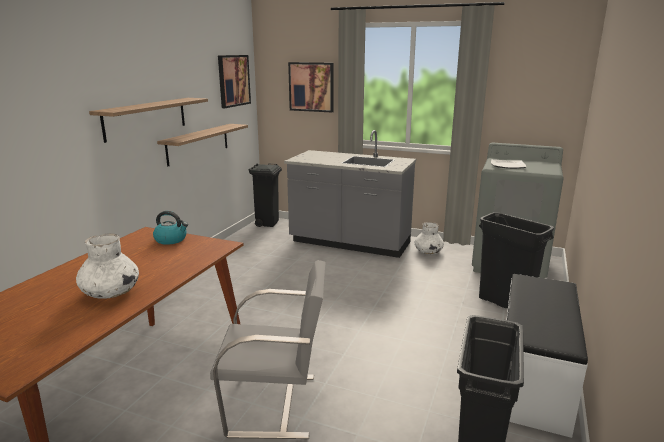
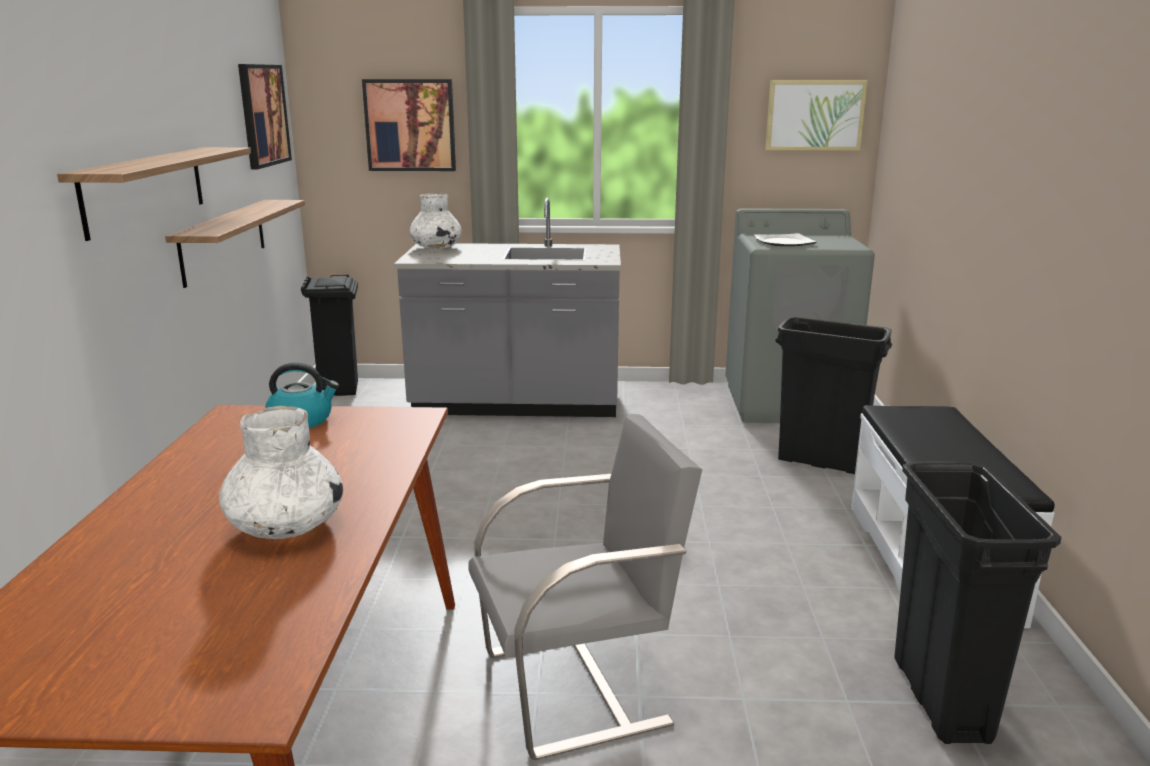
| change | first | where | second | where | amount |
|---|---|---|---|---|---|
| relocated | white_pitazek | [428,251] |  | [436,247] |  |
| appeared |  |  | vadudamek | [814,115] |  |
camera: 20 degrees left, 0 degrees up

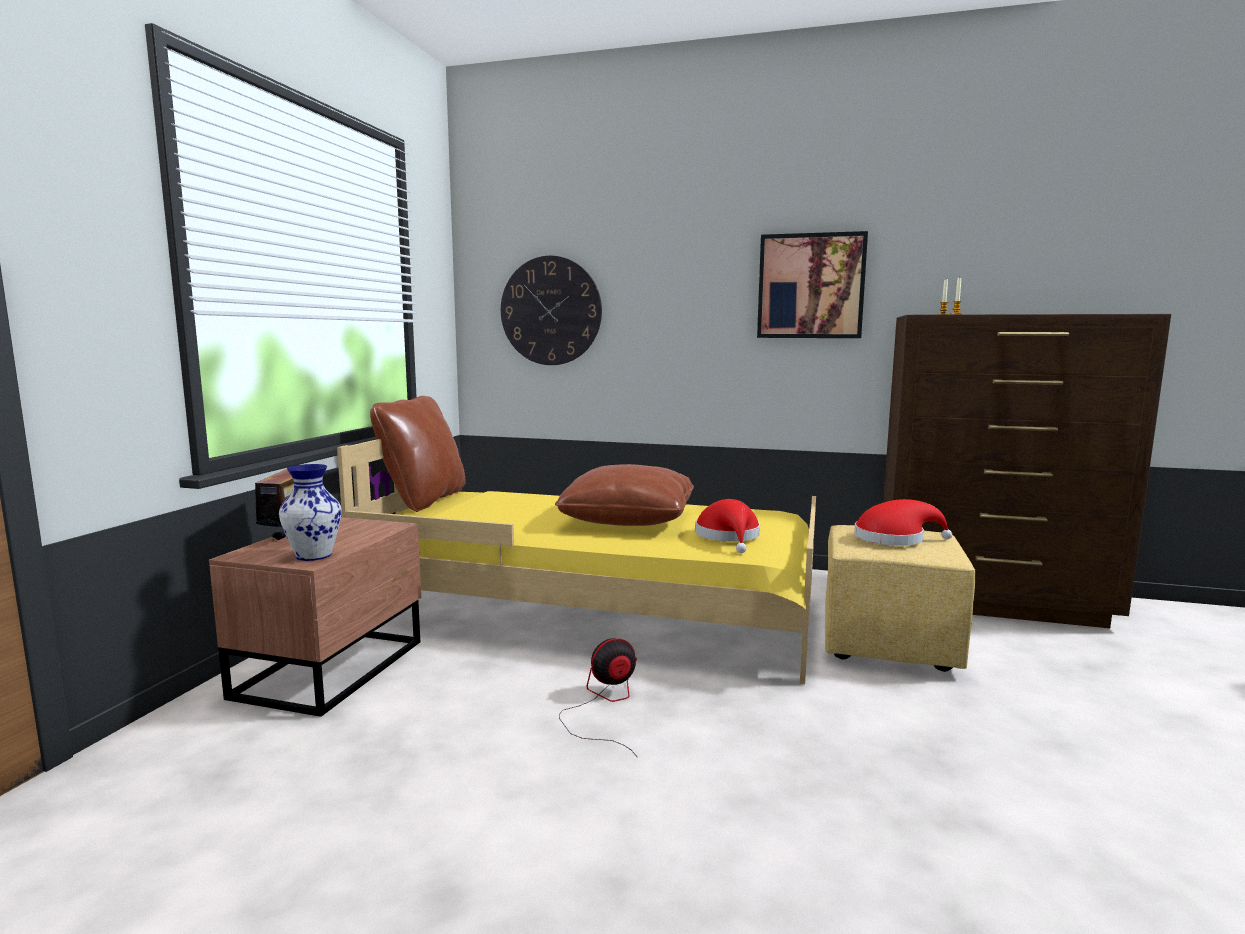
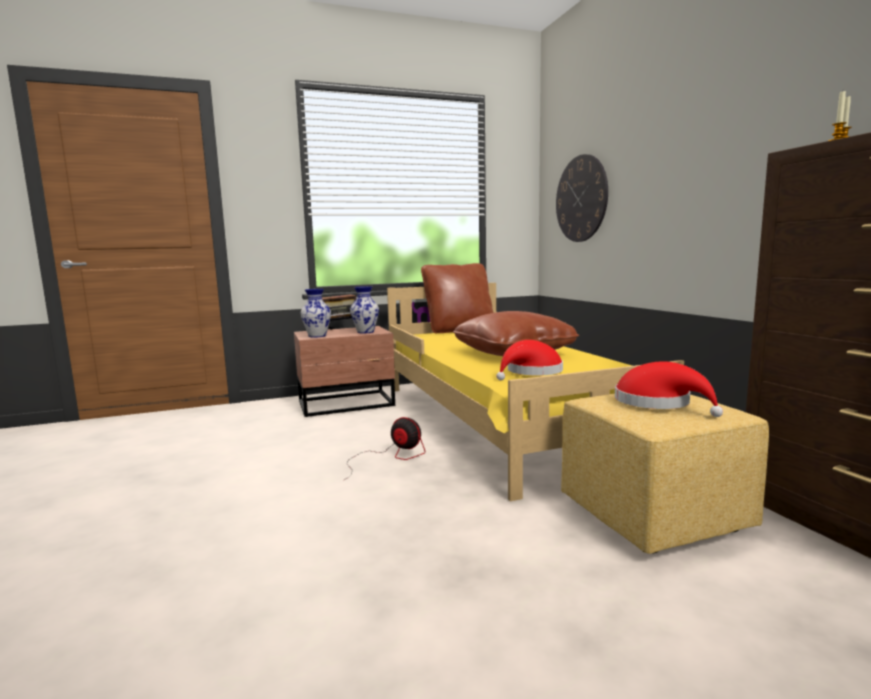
| change | first | where | second | where | amount |
|---|---|---|---|---|---|
| missing | vadudamek | [810,286] |  |  |  |
| appeared |  |  | pitazek | [365,332] |  |
camera: 55 degrees right, 0 degrees up

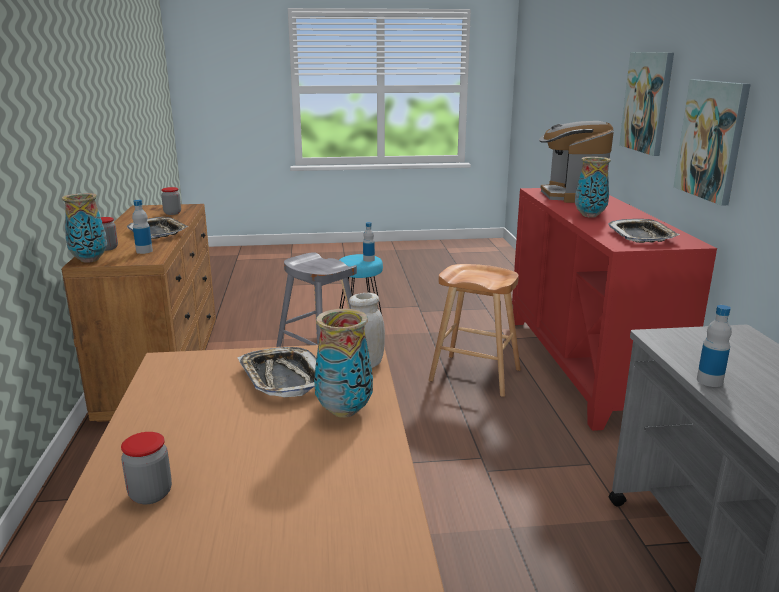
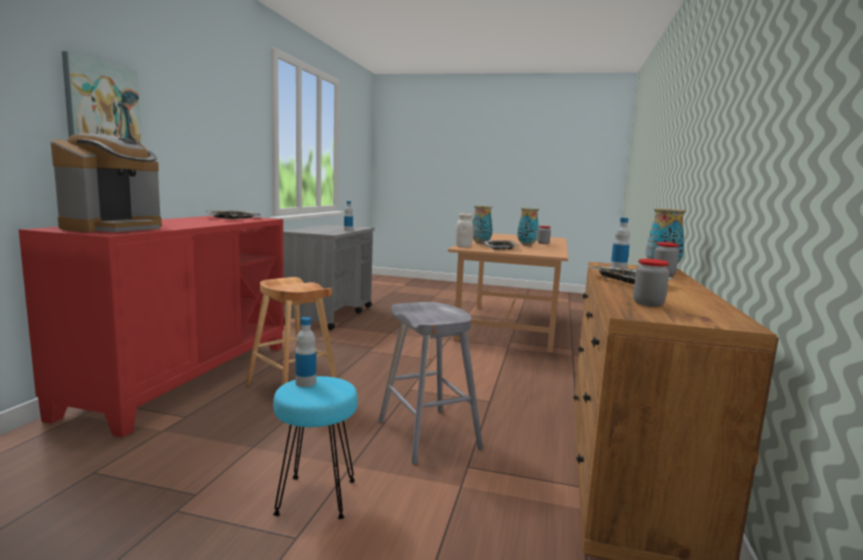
| change | first | where | second | where | amount |
|---|---|---|---|---|---|
| relocated | pitazek | [590,215] |  | [526,245] |  |
| missing | vadudamek | [712,140] |  |  |  |
camera: 160 degrees left, 10 degrees down

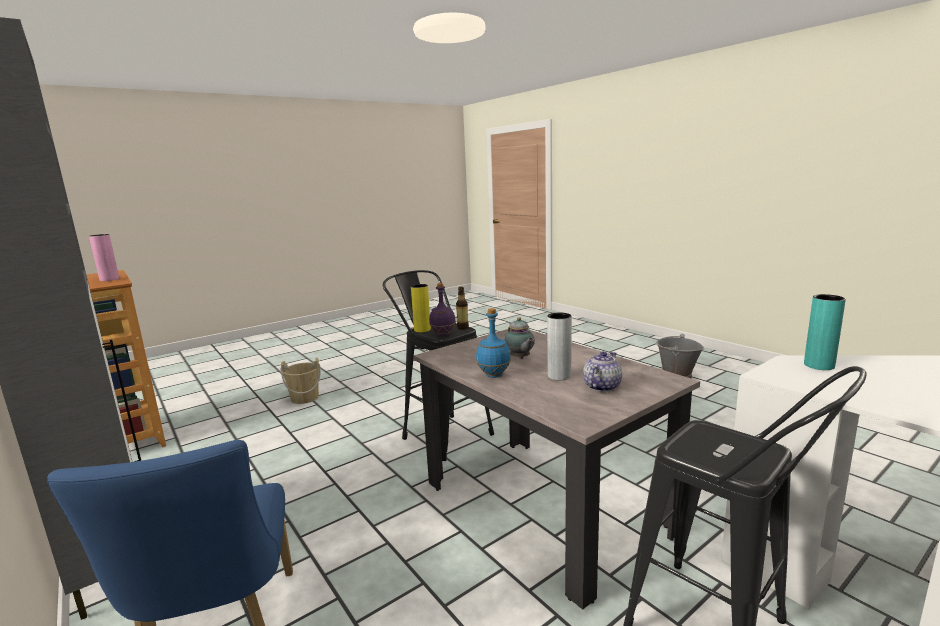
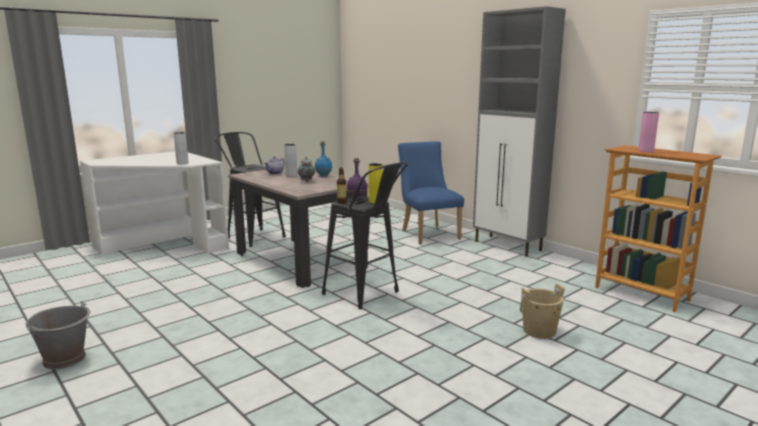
| change | first | where | second | where | amount |
|---|---|---|---|---|---|
| colour | turquoise_pitazek | [819,365] | grey_pitazek | [182,163] |  |
camera: 175 degrees right, 0 degrees up

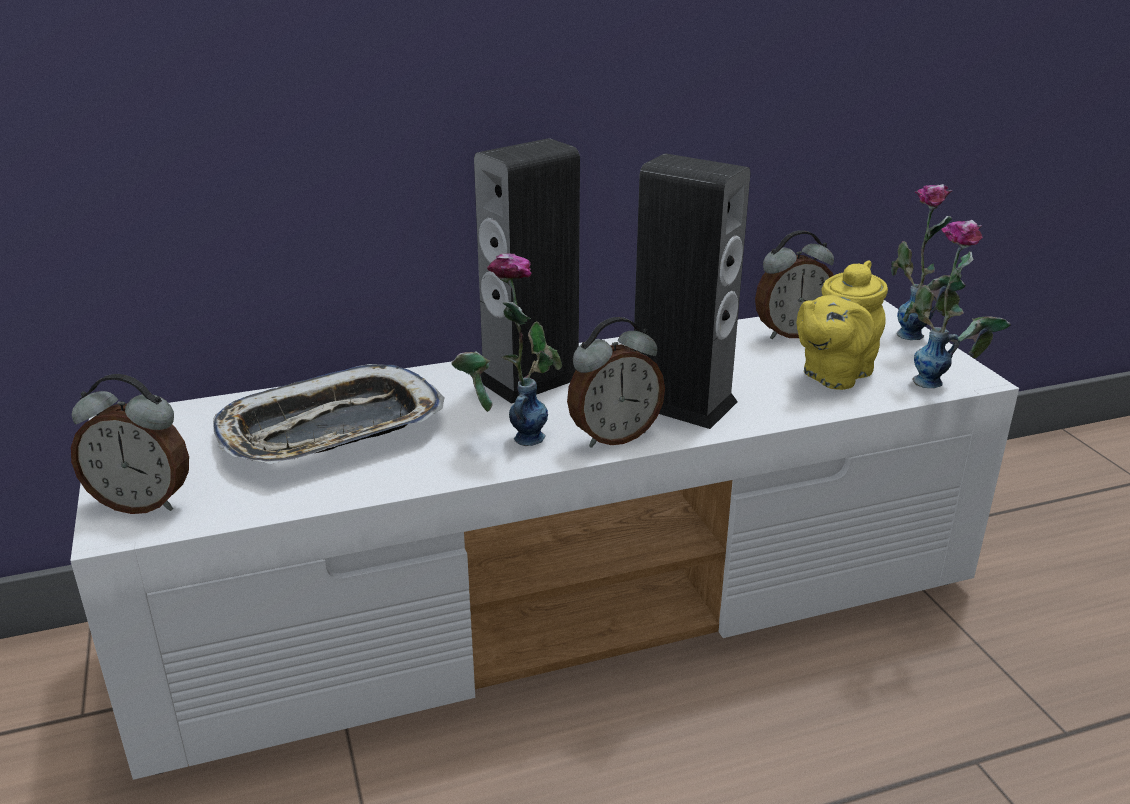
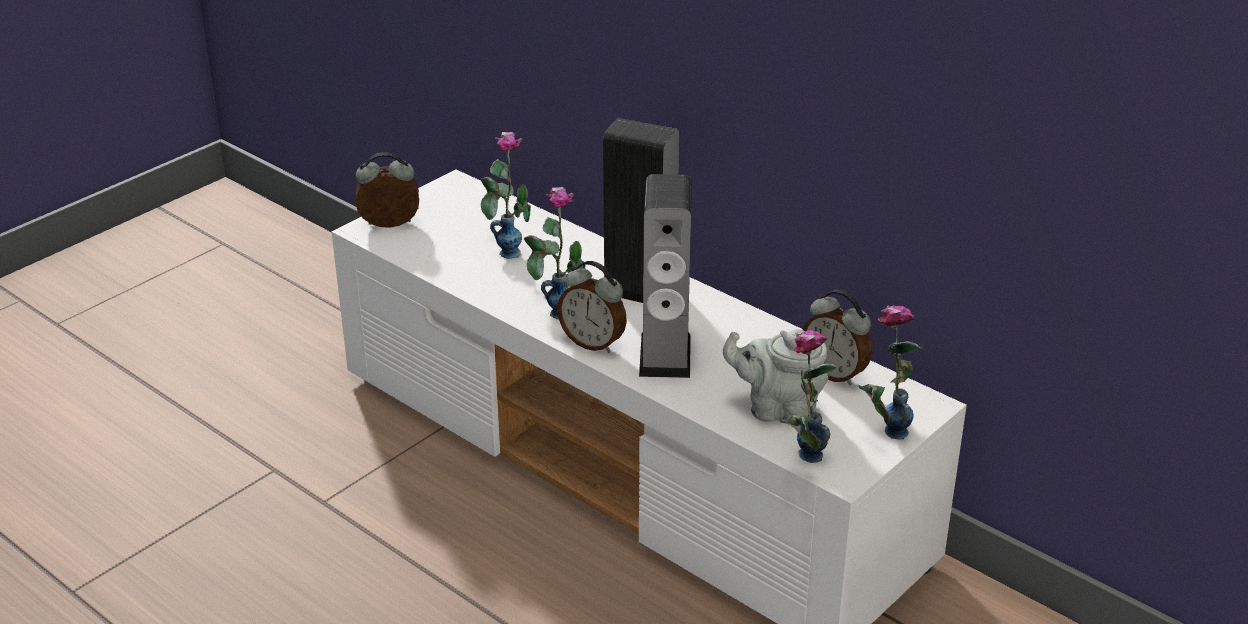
| change | first | where | second | where | amount |
|---|---|---|---|---|---|
| spun | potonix | [143,503] |  | [389,226] | 105 degrees clockwise |
| exchanged | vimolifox | [330,430] | pitazek | [507,246] |  |
| colour | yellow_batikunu | [833,375] | grey_batikunu | [777,409] |  |
camera: 60 degrees right, 5 degrees up

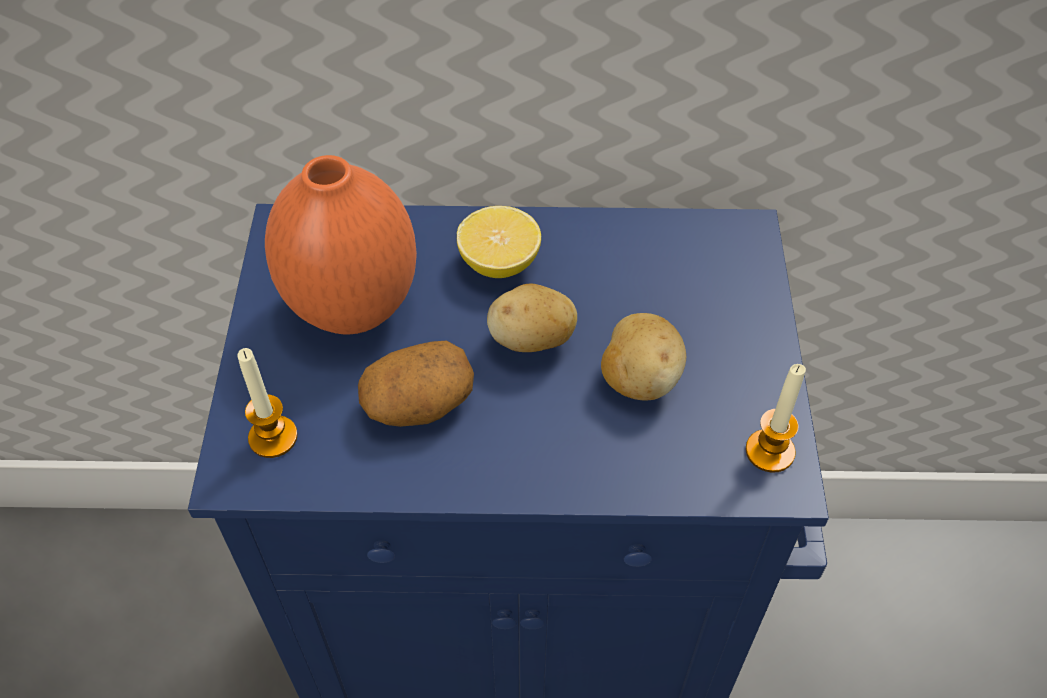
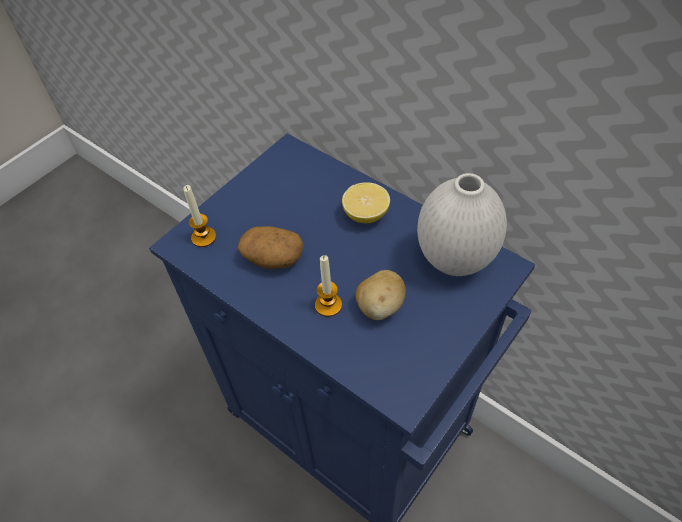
| change | first | where | second | where | amount |
|---|---|---|---|---|---|
| missing | orange_pitazek | [352,308] |  |  |  |
| missing | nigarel | [532,341] |  |  |  |
| relocated | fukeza | [770,451] |  | [328,305] |  |
| appeared |  |  | white_pitazek | [454,259] |  |
camera: 40 degrees right, 0 degrees up

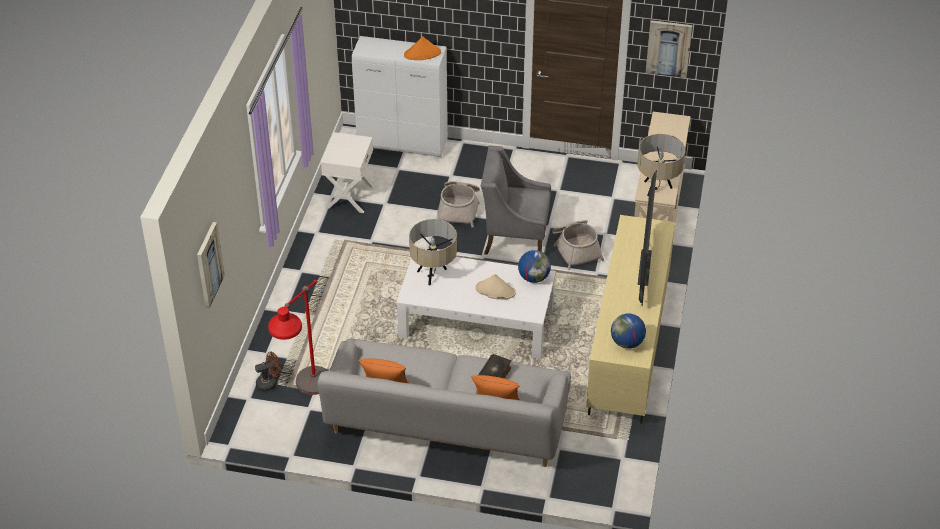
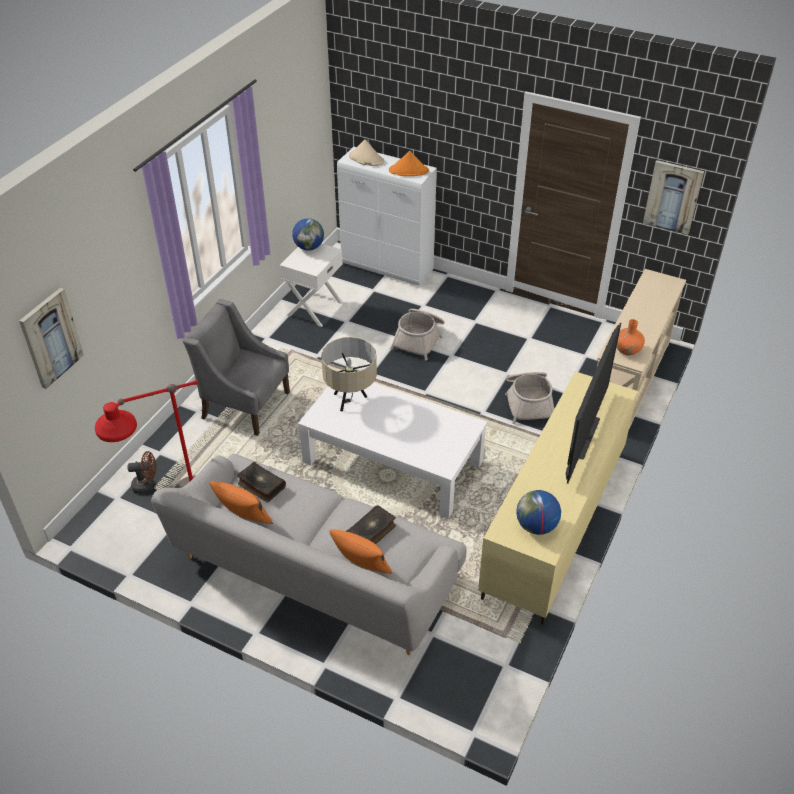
| change | first | where | second | where | amount |
|---|---|---|---|---|---|
| relocated | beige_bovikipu | [495,290] |  | [366,159] |  |
| relocated | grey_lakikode | [514,236] |  | [245,404] |  |
| relocated | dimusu | [534,278] |  | [309,247] |  |
| exchanged | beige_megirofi | [657,189] | orange_pitazek | [627,350] |  |
| appeared |  |  | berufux | [261,486] |  |
camera: 15 degrees right, 0 degrees up

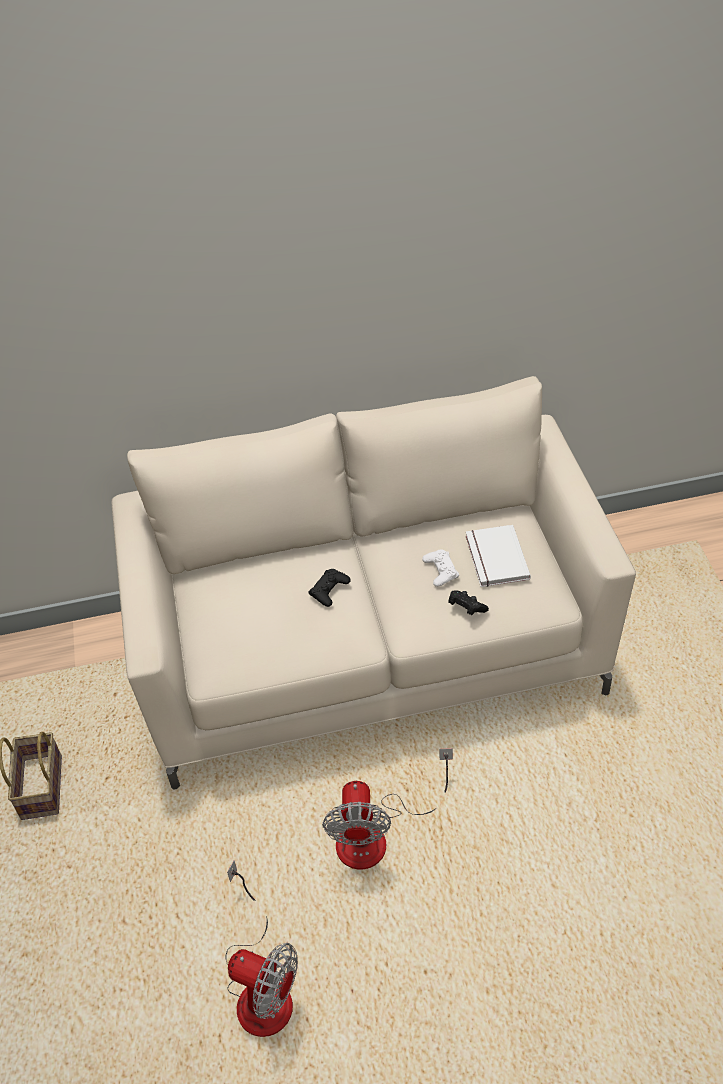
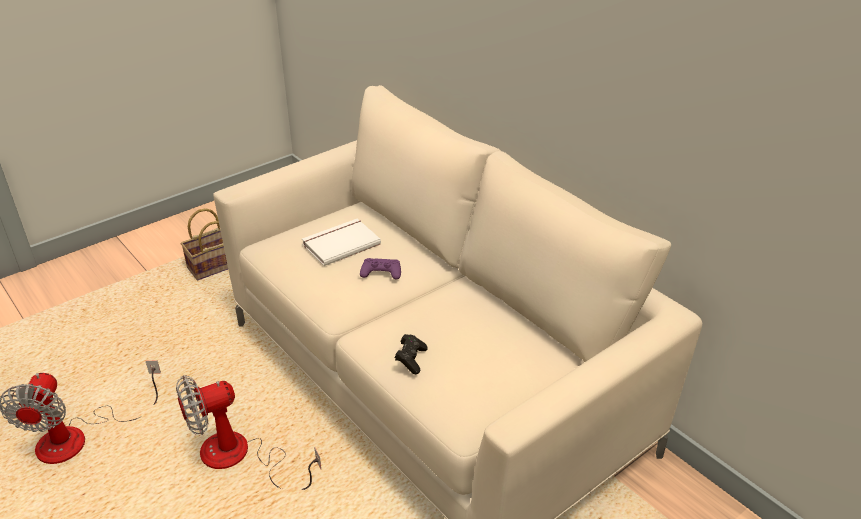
| change | first | where | second | where | amount |
|---|---|---|---|---|---|
| colour | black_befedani | [329,590] | purple_befedani | [381,272] |  |
| missing | white_befedani | [440,571] |  |  |  |
| relocated | white_berufux | [494,558] |  | [340,243] |  |
camera: 60 degrees right, 10 degrees down

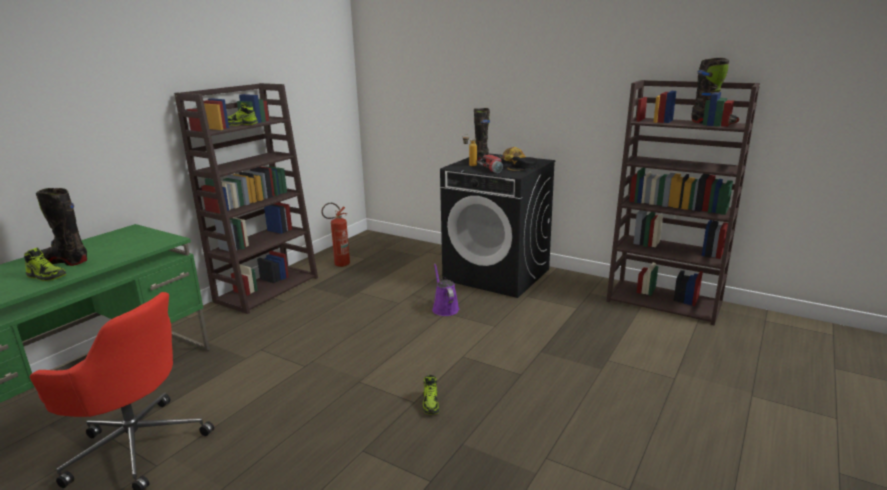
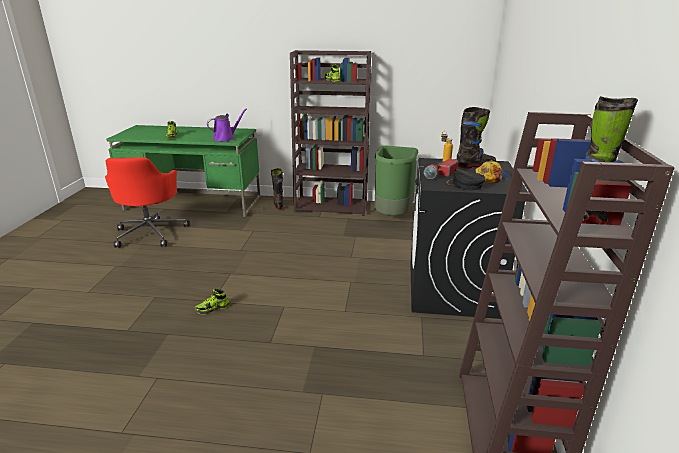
| change | first | where | second | where | amount |
|---|---|---|---|---|---|
| relocated | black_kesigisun | [64,261] |  | [278,204] |  |
| exchanged | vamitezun | [339,265] | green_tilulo | [393,216] |  |
| relocated | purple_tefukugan | [444,308] |  | [225,138] |  |
camera: 65 degrees right, 5 degrees up

